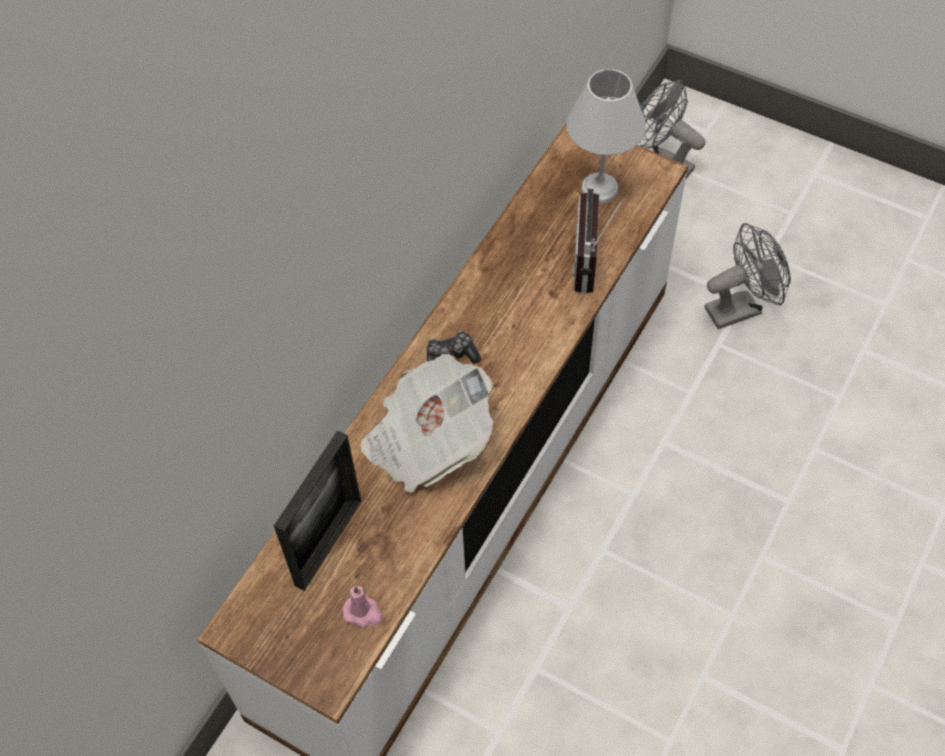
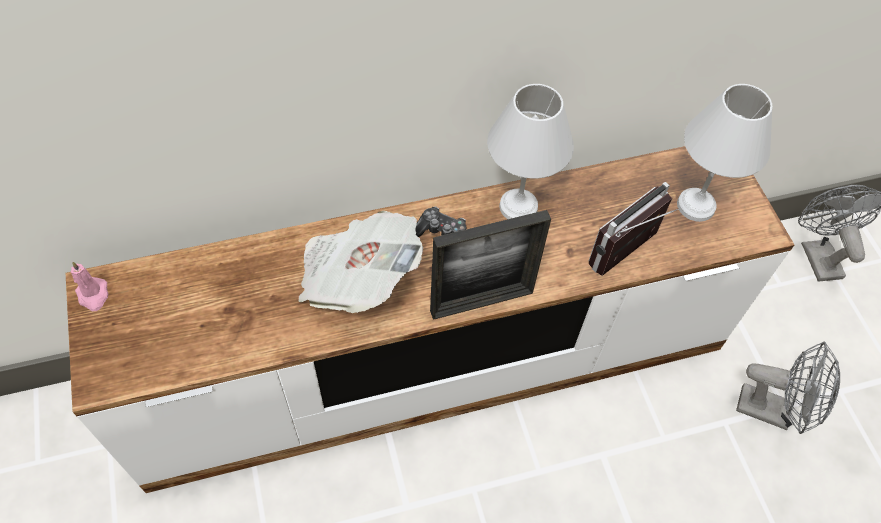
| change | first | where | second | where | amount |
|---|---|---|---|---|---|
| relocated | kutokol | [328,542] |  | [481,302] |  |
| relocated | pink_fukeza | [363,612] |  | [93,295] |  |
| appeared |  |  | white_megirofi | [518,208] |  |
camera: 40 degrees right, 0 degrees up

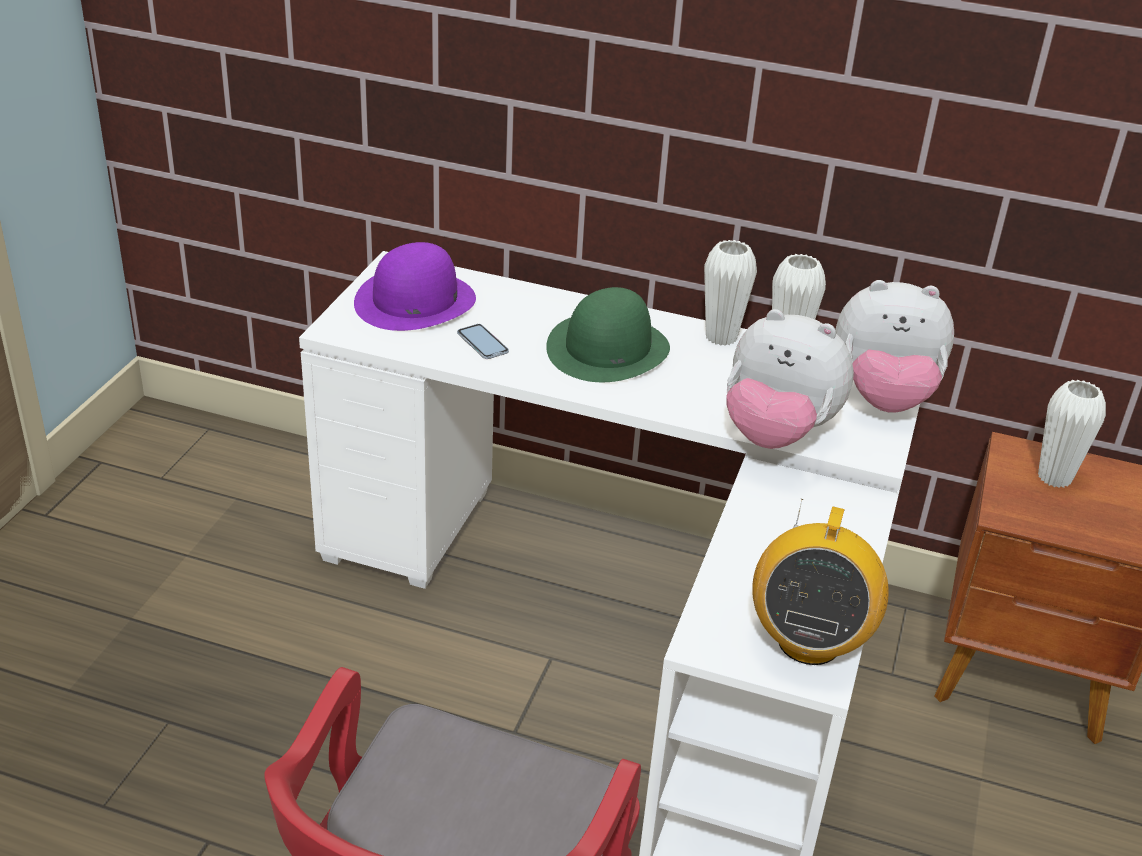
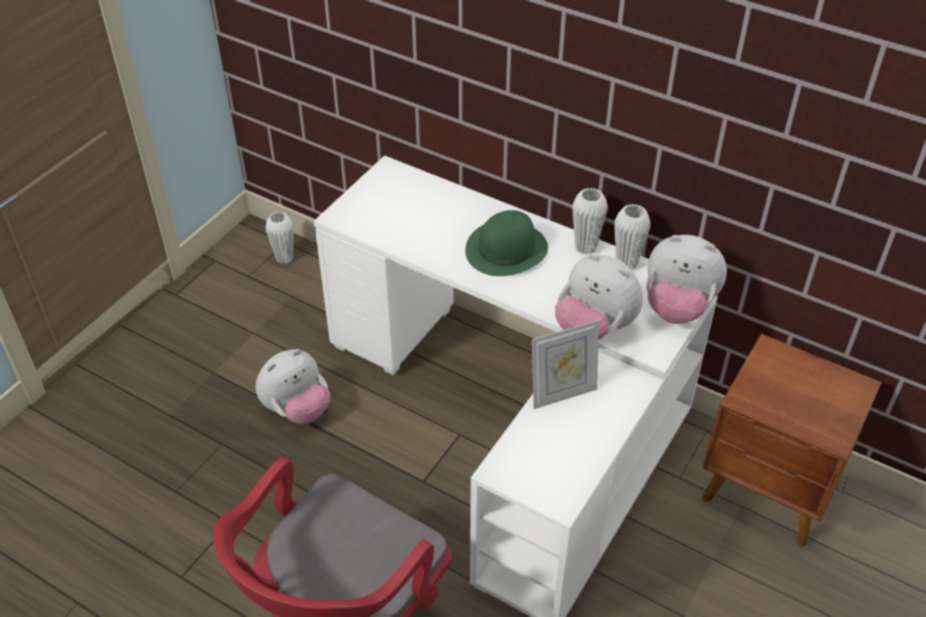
| change | first | where | second | where | amount |
|---|---|---|---|---|---|
| missing | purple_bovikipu | [415,301] |  |  |  |
| missing | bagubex | [482,342] |  |  |  |
| missing | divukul | [808,641] |  |  |  |
| relocated | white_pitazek | [1054,478] |  | [284,258] |  |
| appeared |  |  | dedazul | [297,409] |  |
| appeared |  |  | kutokol | [562,393] |  |
camera: 15 degrees right, 10 degrees up

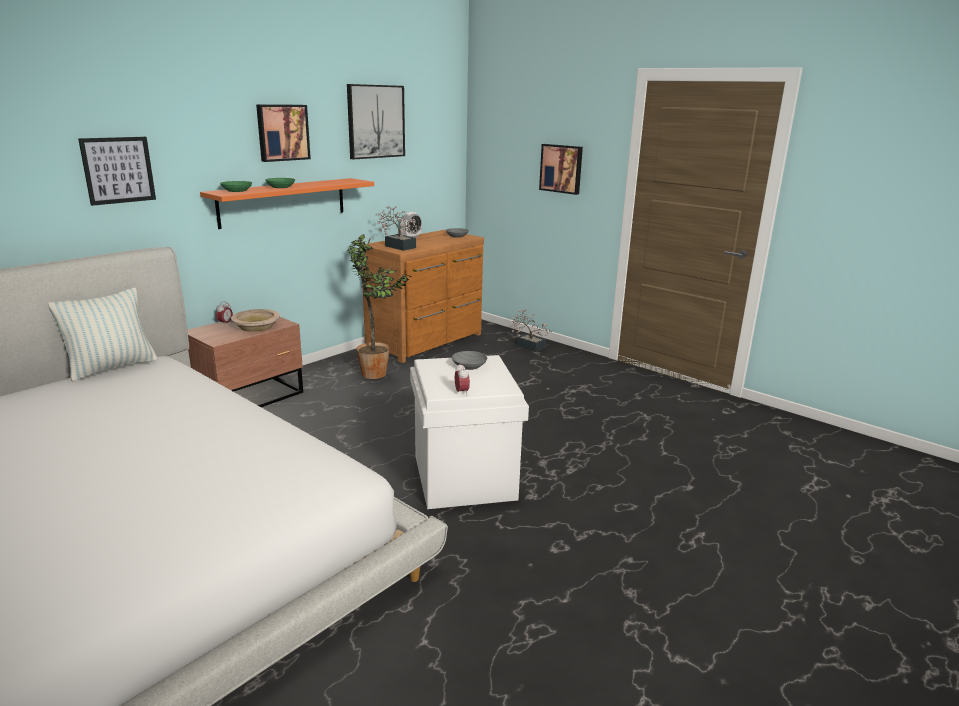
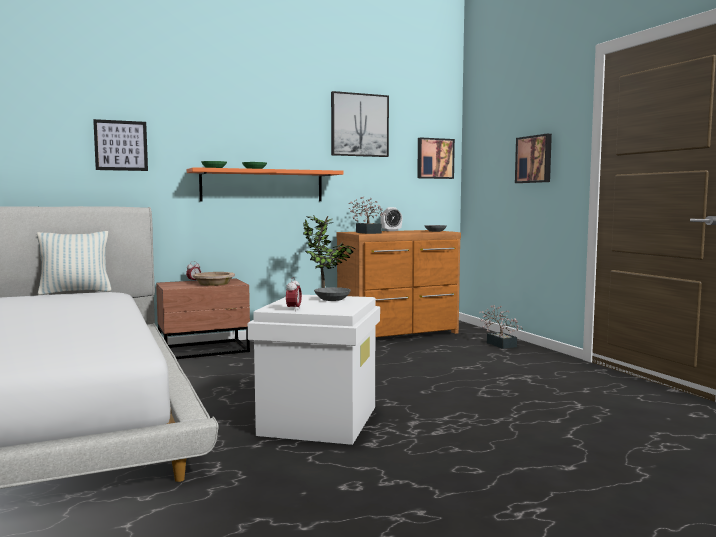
| change | first | where | second | where | amount |
|---|---|---|---|---|---|
| relocated | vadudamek | [282,132] |  | [434,158] |  |
camera: 25 degrees right, 15 degrees down

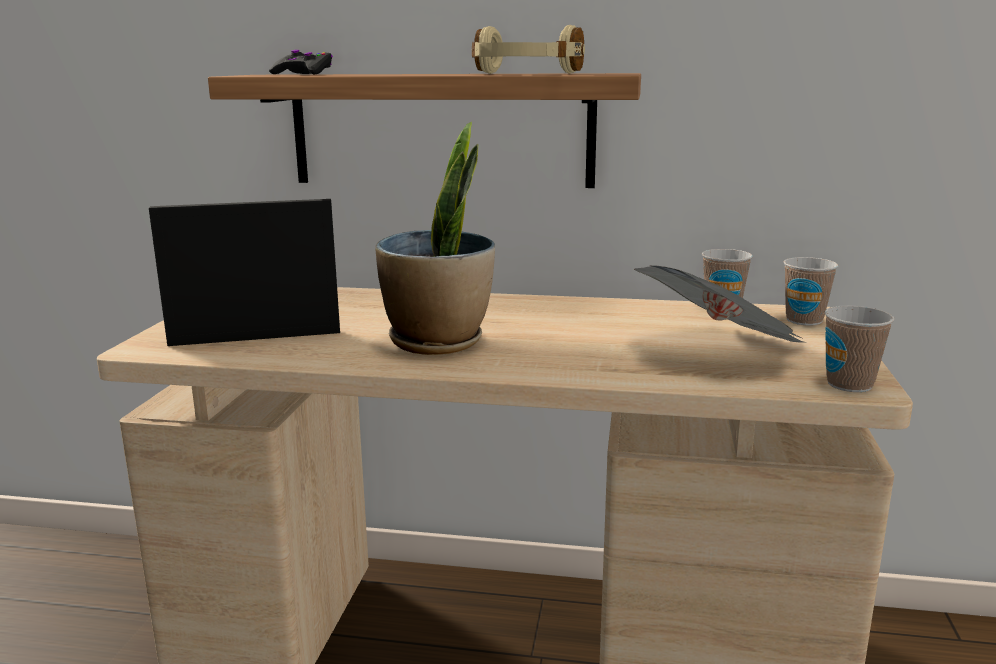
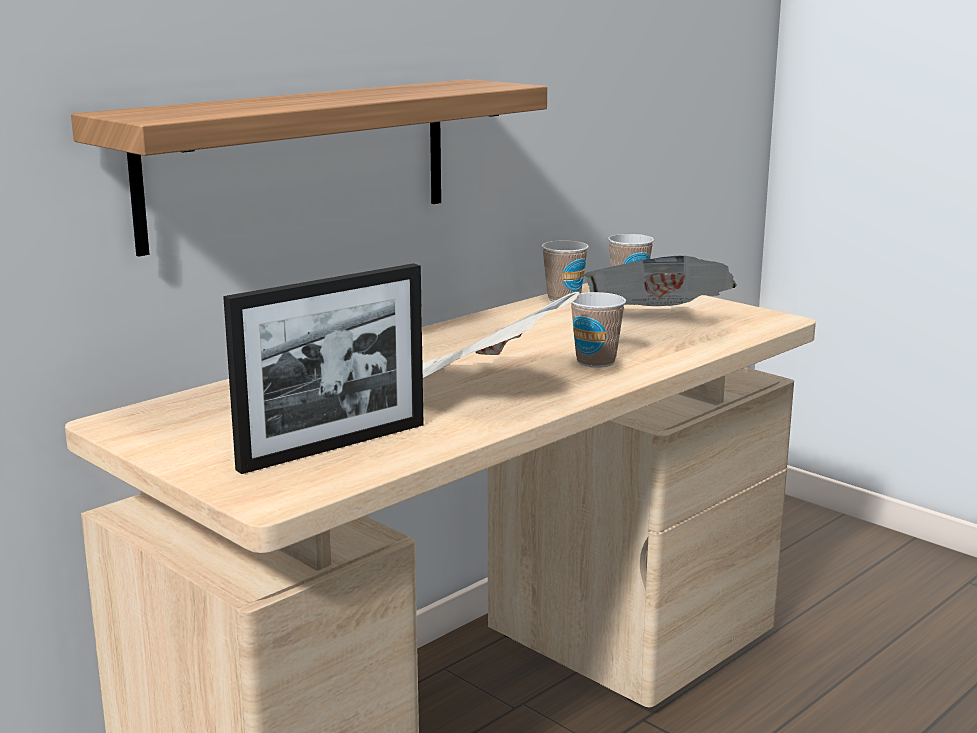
| change | first | where | second | where | amount |
|---|---|---|---|---|---|
| spun | kutokol | [255,338] |  | [333,446] | 150 degrees counterclockwise |
| missing | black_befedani | [303,74] |  |  |  |
| exchanged | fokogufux | [438,342] | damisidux | [485,388] |  |
| missing | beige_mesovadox | [524,74] |  |  |  |
| relocated | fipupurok | [849,384] |  | [595,362] |  |
camera: 55 degrees left, 0 degrees up

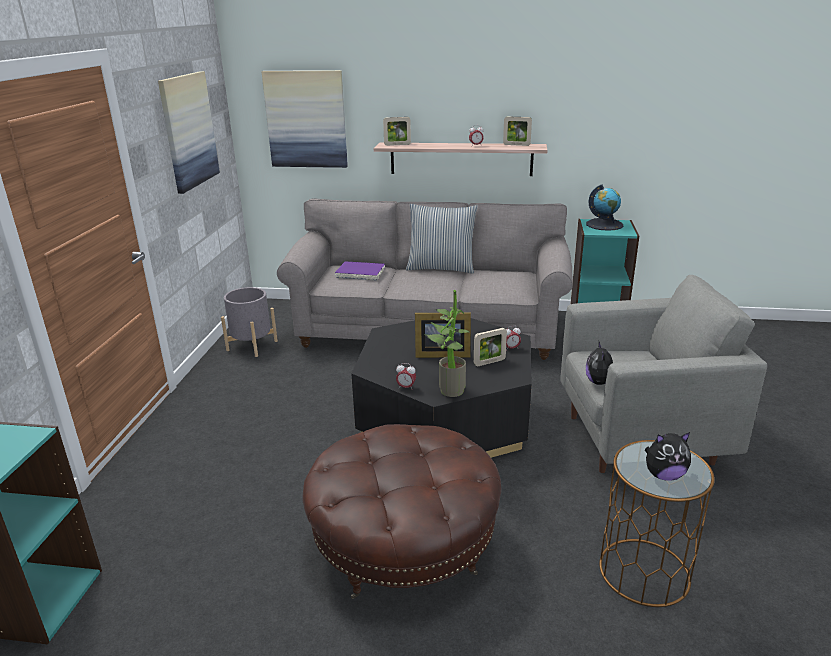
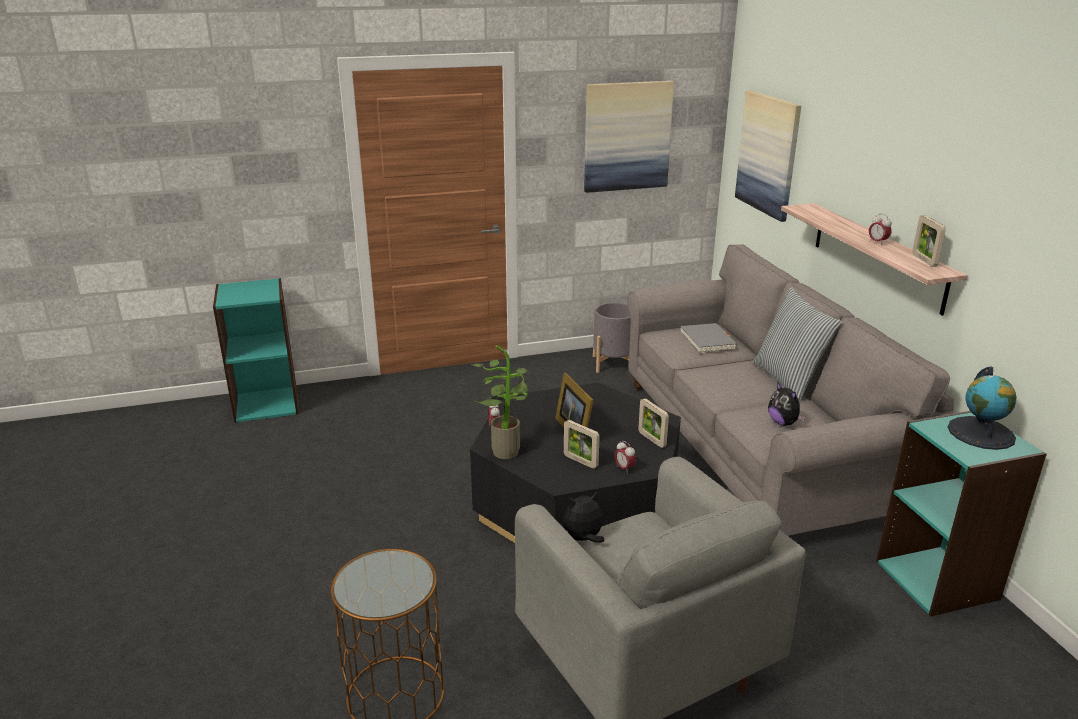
| change | first | where | second | where | amount |
|---|---|---|---|---|---|
| missing | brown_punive | [404,543] |  |  |  |
| colour | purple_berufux | [360,273] | grey_berufux | [707,340] |  |
| relocated | kutokol | [397,144] |  | [652,439] |  |
| relocated | dedazul | [664,475] |  | [783,423] |  |
camera: 65 degrees right, 0 degrees up

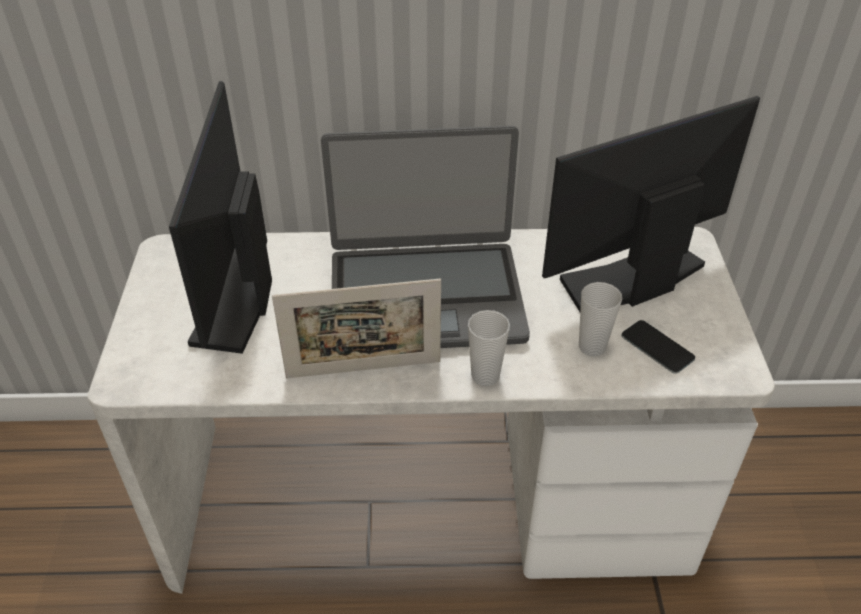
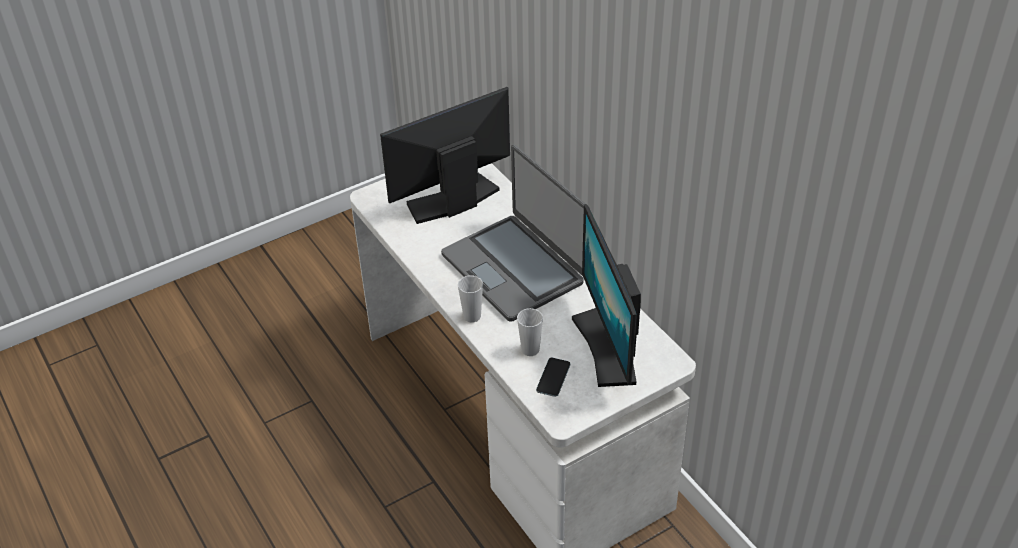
| change | first | where | second | where | amount |
|---|---|---|---|---|---|
| missing | kutokol | [363,369] |  |  |  |
| spun | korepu | [633,279] |  | [607,347] | 135 degrees counterclockwise |
camera: 60 degrees right, 0 degrees up

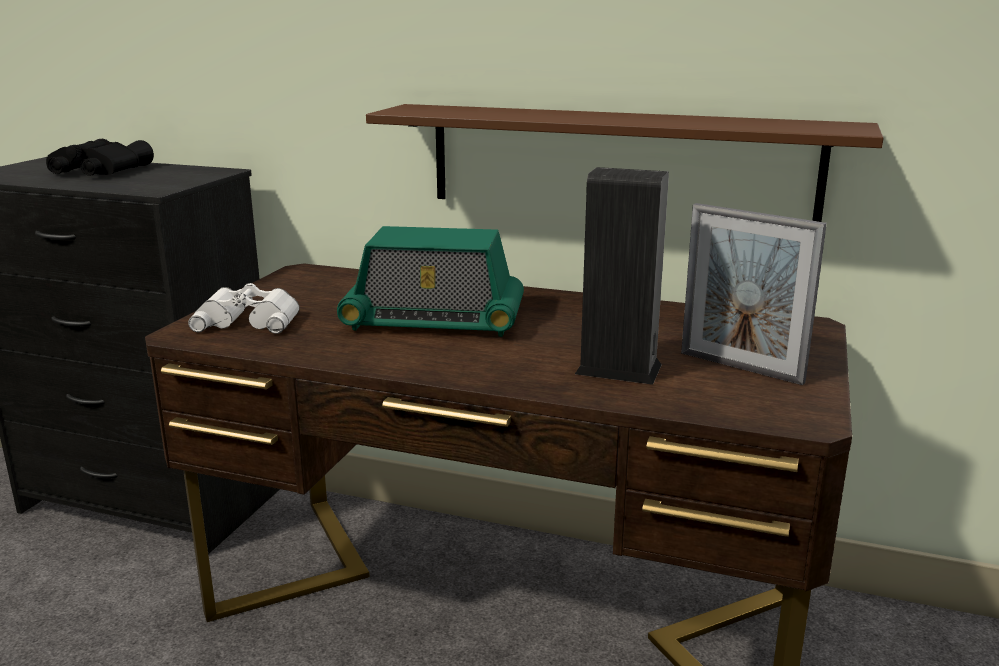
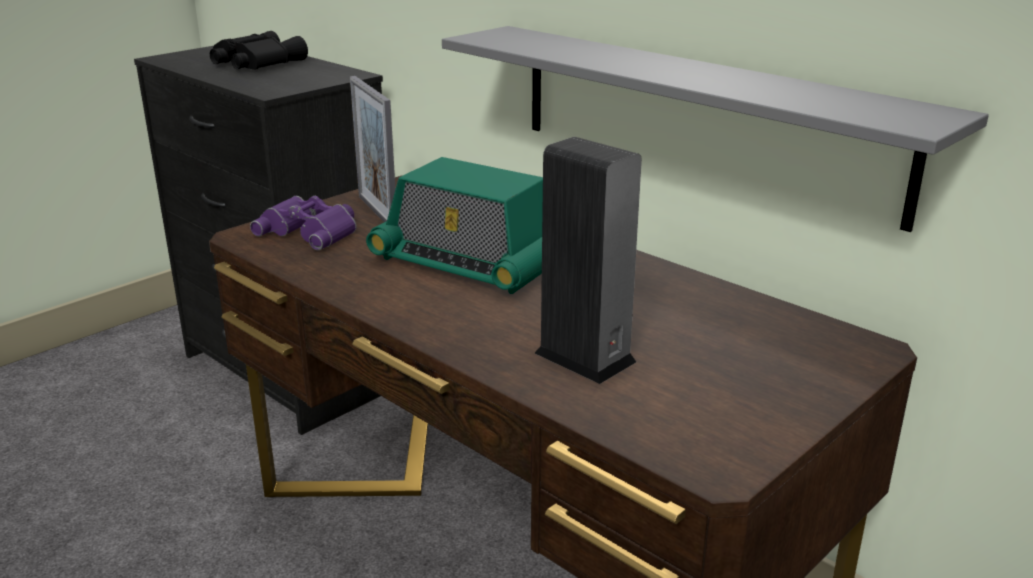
| change | first | where | second | where | amount |
|---|---|---|---|---|---|
| colour | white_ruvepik | [250,320] | purple_ruvepik | [311,231] |  |
| colour | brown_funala | [619,163] | grey_funala | [700,118] |  |
| relocated | kutokol | [740,367] |  | [377,212] |  |
camera: 25 degrees right, 5 degrees up

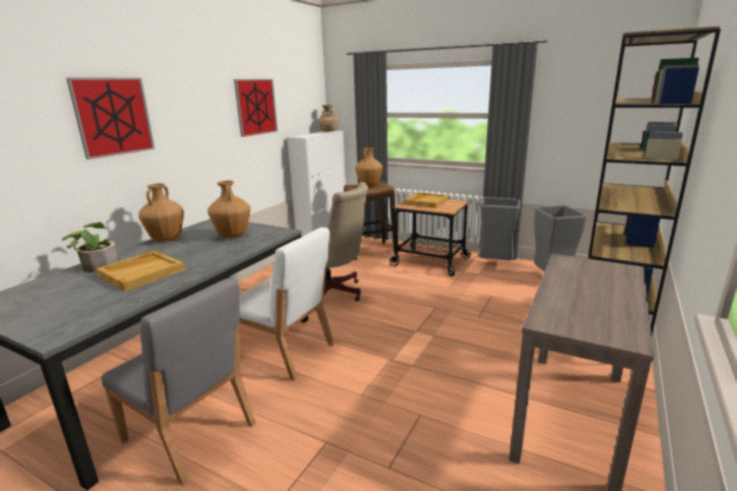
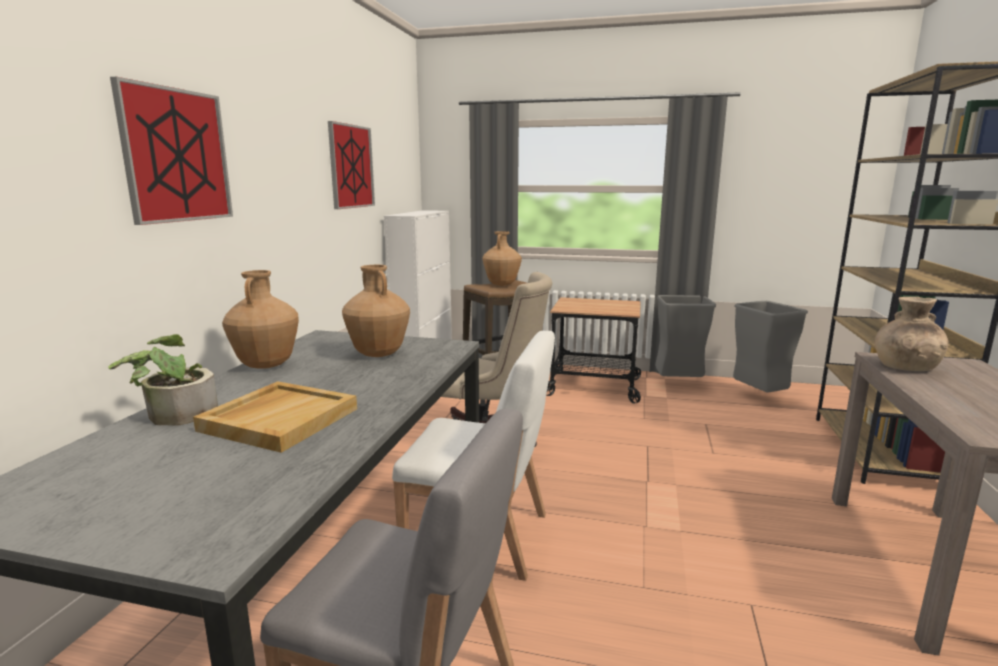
| change | first | where | second | where | amount |
|---|---|---|---|---|---|
| relocated | brown_pitazek | [329,131] |  | [905,367] |  |
| missing | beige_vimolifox | [426,202] |  |  |  |
camera: 15 degrees left, 5 degrees down

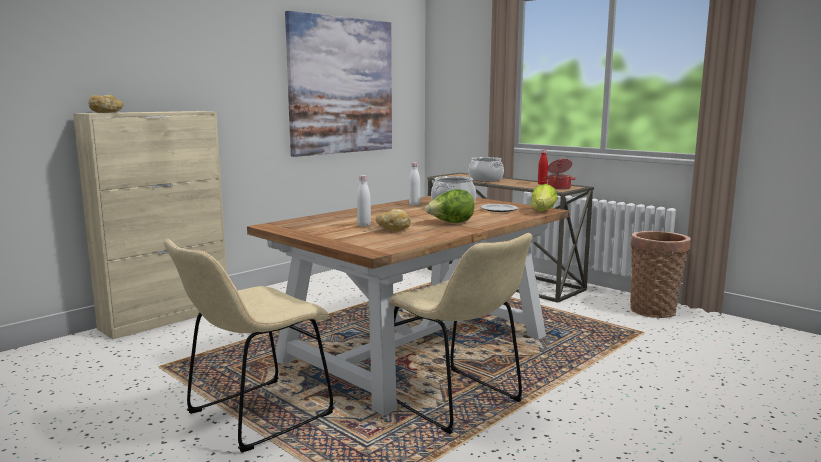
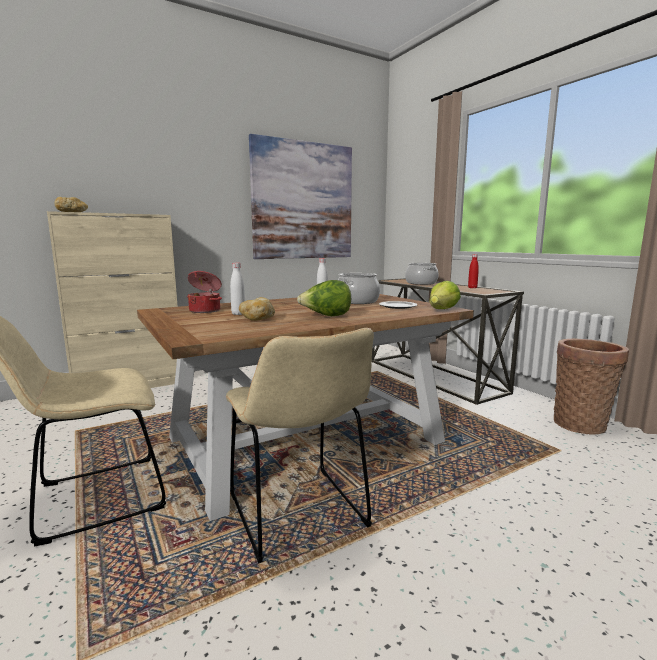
| change | first | where | second | where | amount |
|---|---|---|---|---|---|
| relocated | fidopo | [559,188] |  | [205,310] |  |
camera: 15 degrees right, 0 degrees up

